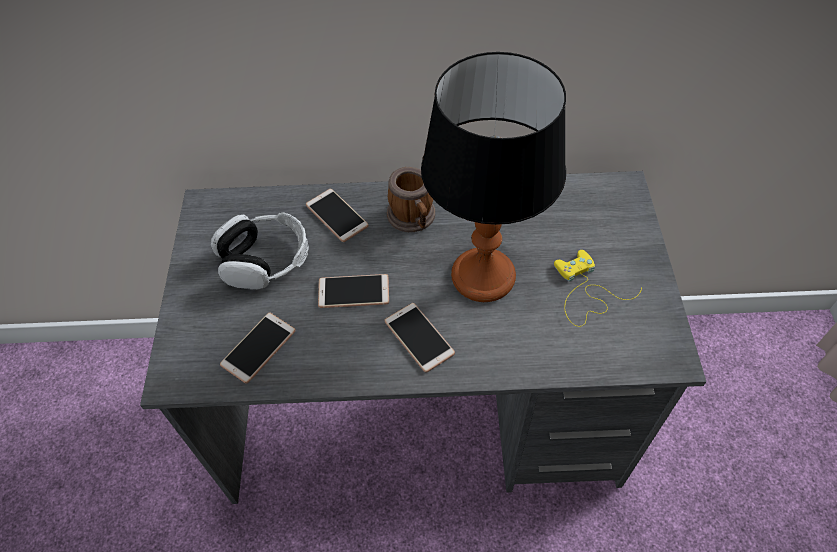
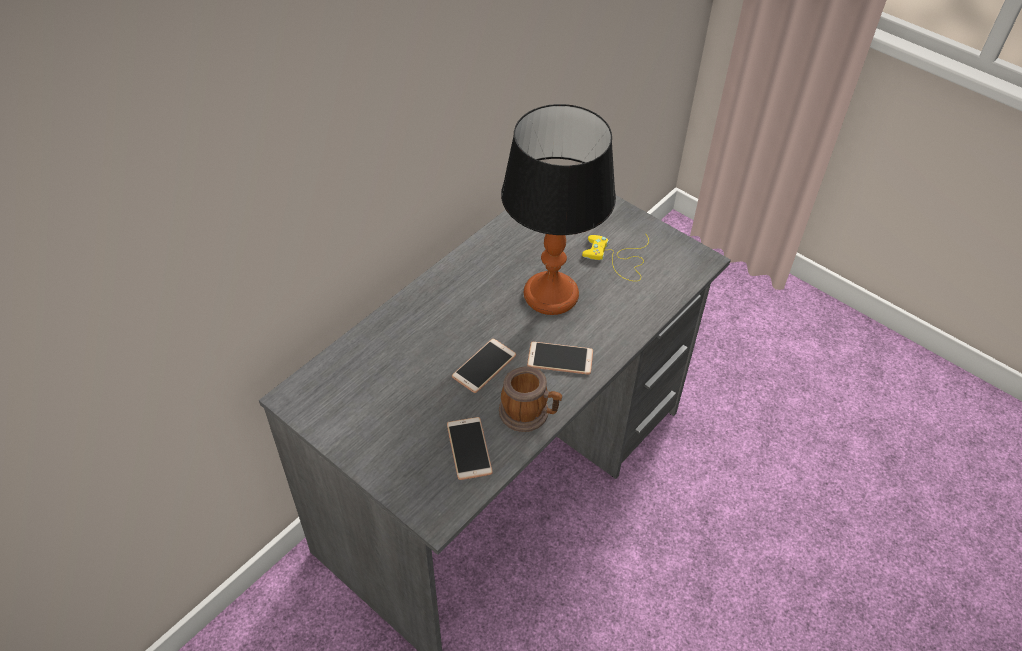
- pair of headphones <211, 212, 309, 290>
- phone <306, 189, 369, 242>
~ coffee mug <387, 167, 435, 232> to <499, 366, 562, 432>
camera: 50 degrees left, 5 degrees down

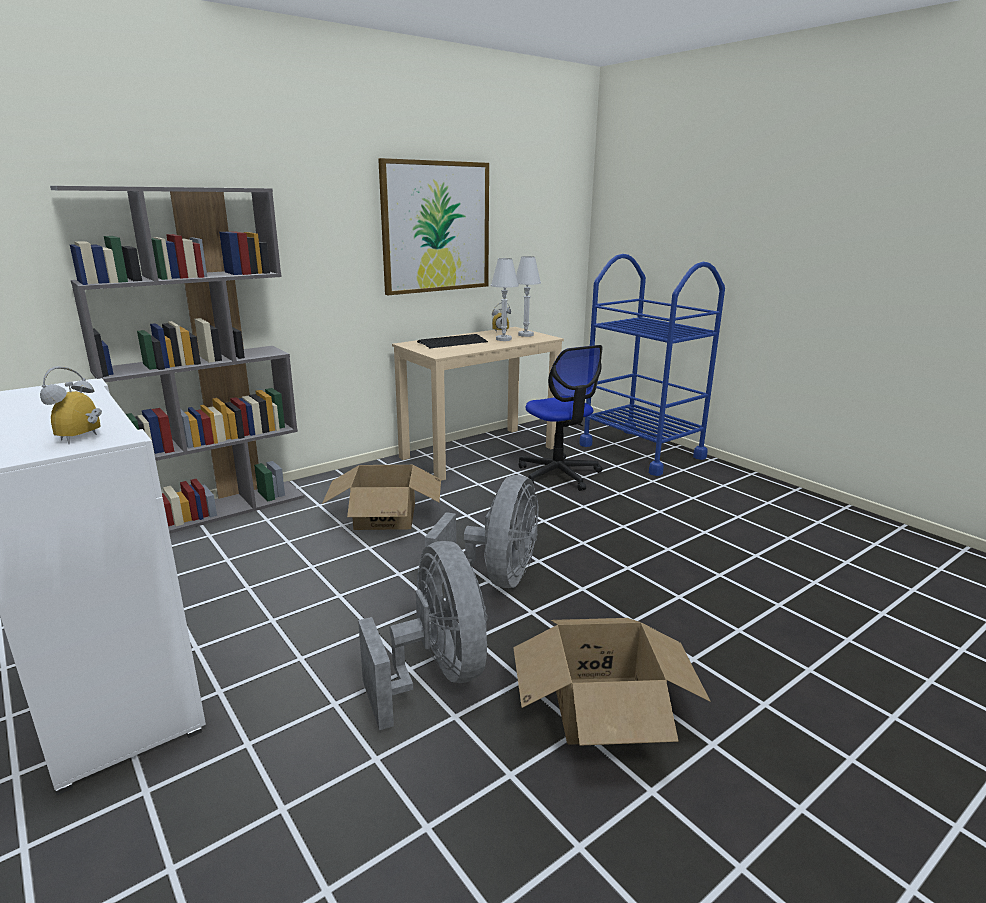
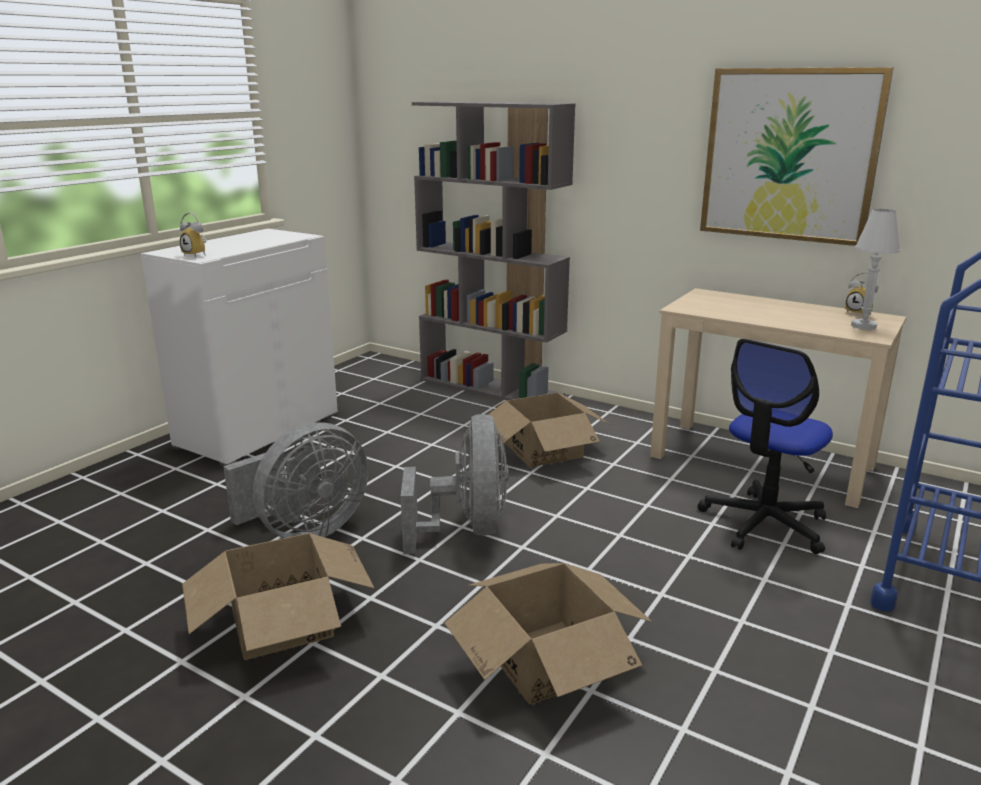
- PC keyboard <417, 334, 488, 348>
- white-coloured tabletop lamp <491, 258, 519, 341>
+ packing box <444, 563, 652, 705>
~ alarm clock <40, 366, 102, 444> = <180, 212, 207, 258> 150 degrees counterclockwise
~ greyish electric fan <425, 475, 538, 588> = <401, 414, 509, 554> 90 degrees counterclockwise
camera: 70 degrees right, 0 degrees up

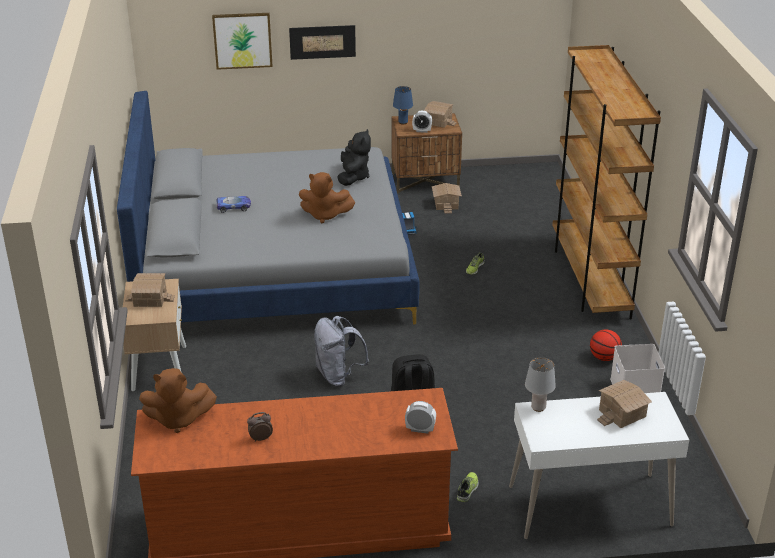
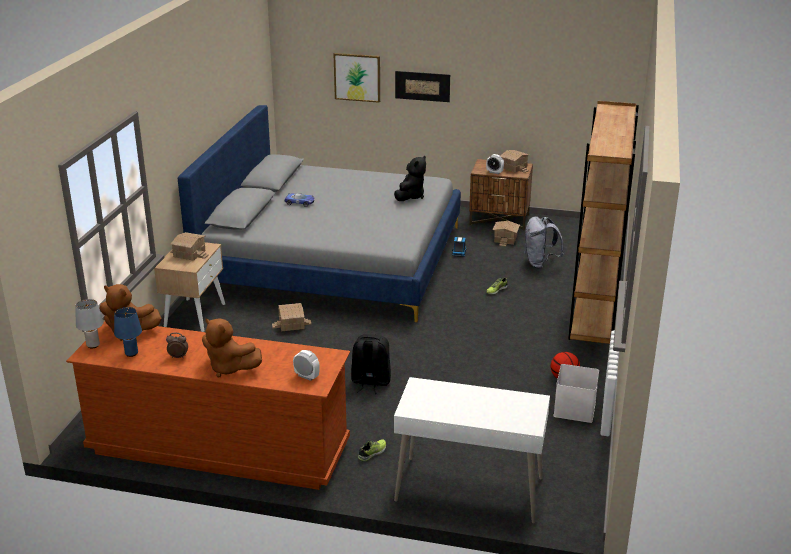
~ brown cuddly toy <298, 172, 355, 223> to <202, 318, 262, 377>
~ greyish knapsack <314, 316, 369, 386> to <524, 216, 564, 269>
~ blue tabletop lamp <393, 86, 413, 124> to <114, 307, 142, 357>
~ greyish tabletop lamp <525, 357, 556, 412> to <75, 299, 103, 349>
~ miniature house <597, 380, 652, 428> to <272, 303, 311, 331>
camera: 20 degrees right, 5 degrees down

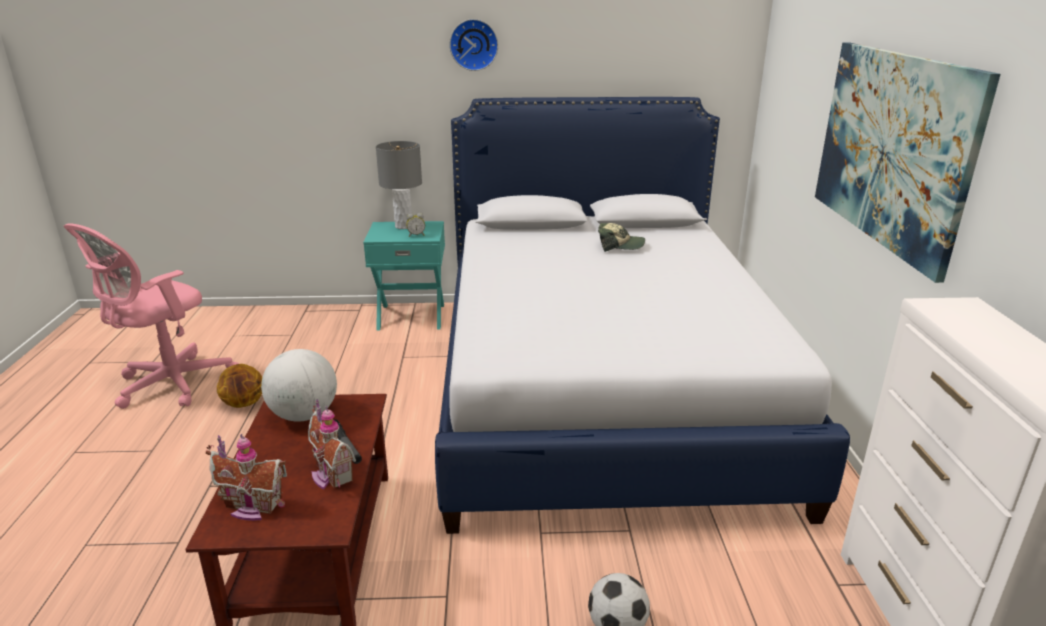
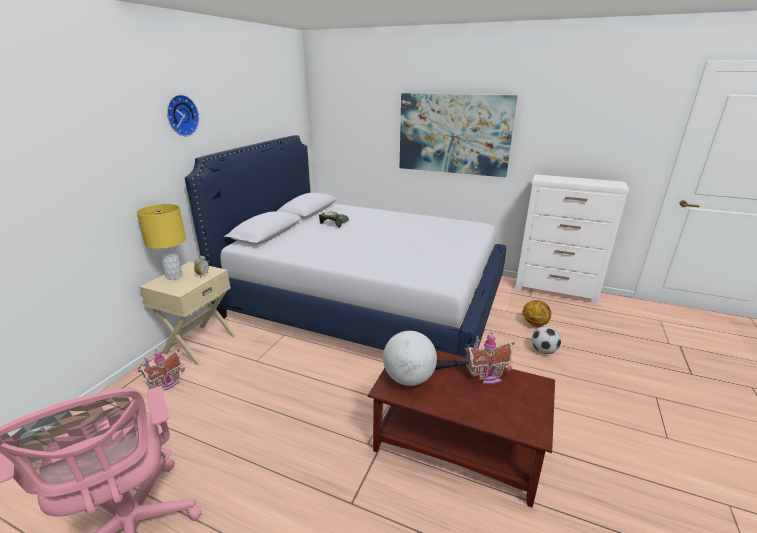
~ miniature house <206, 434, 287, 521> to <138, 349, 185, 391>
~ ball for basketball <217, 364, 262, 408> to <522, 300, 551, 327>
~ turquoise nightstand <363, 221, 445, 331> to sand-coloured nightstand <139, 262, 236, 366>
~ greyish tabletop lamp <376, 141, 422, 229> to yellow tabletop lamp <136, 204, 186, 280>
camera: 65 degrees left, 0 degrees up

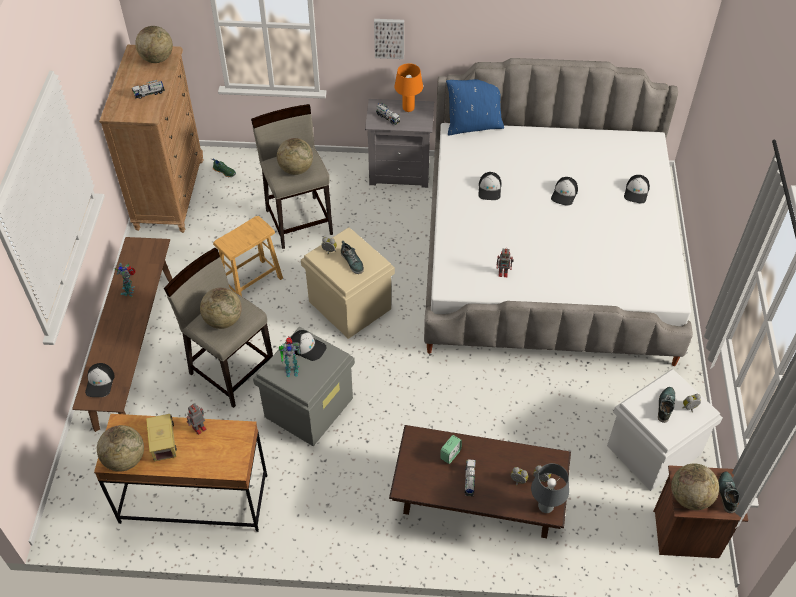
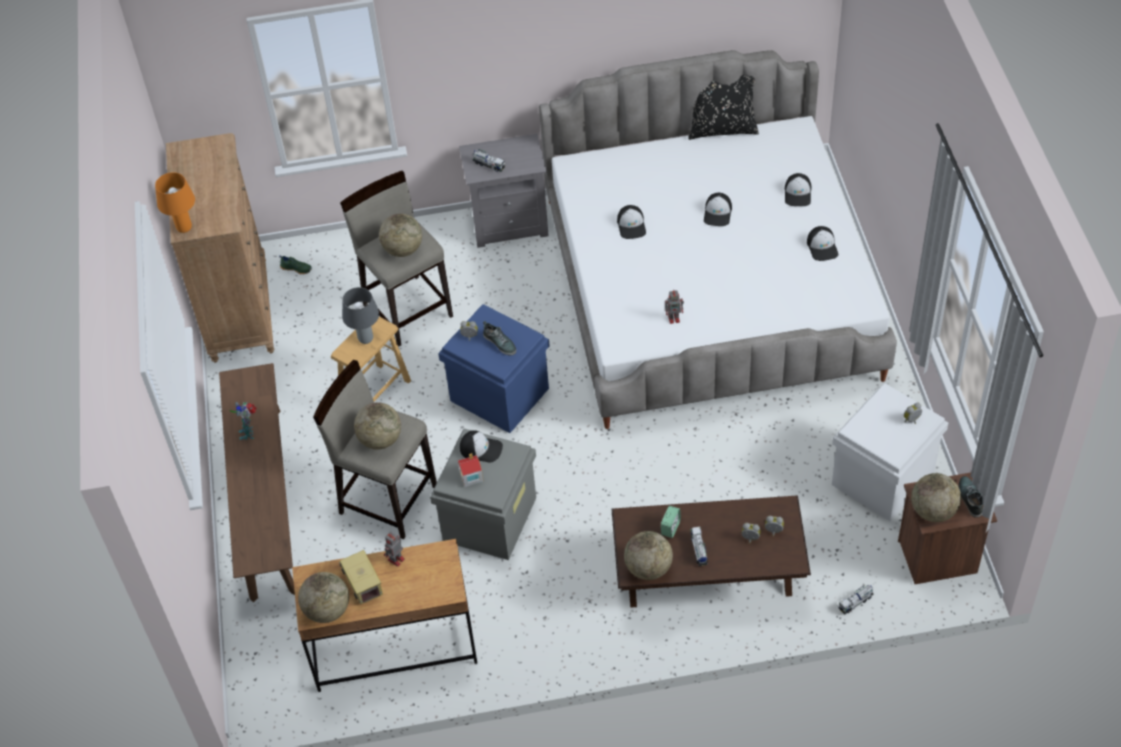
- wall picture <374, 19, 404, 59>
- blue pillow <446, 79, 504, 136>
- shoe <658, 387, 675, 423>
+ black-coloured pillow <688, 75, 759, 140>
~ baseball cap <85, 363, 115, 397> to <807, 226, 839, 261>
~ toy lorry <132, 80, 165, 99> to <839, 585, 874, 615>
~ globe <135, 26, 173, 63> to <624, 531, 673, 580>
~ orangey tabletop lamp <394, 63, 423, 112> to <155, 172, 195, 233>
~ greyish tabletop lamp <531, 463, 569, 513> to <342, 287, 379, 344>
~ model robot <279, 336, 300, 377> to miniature house <458, 453, 484, 487>
~ sand-coloured storage bin <301, 227, 395, 339> to blue storage bin <438, 304, 550, 433>
camera: 10 degrees left, 0 degrees up

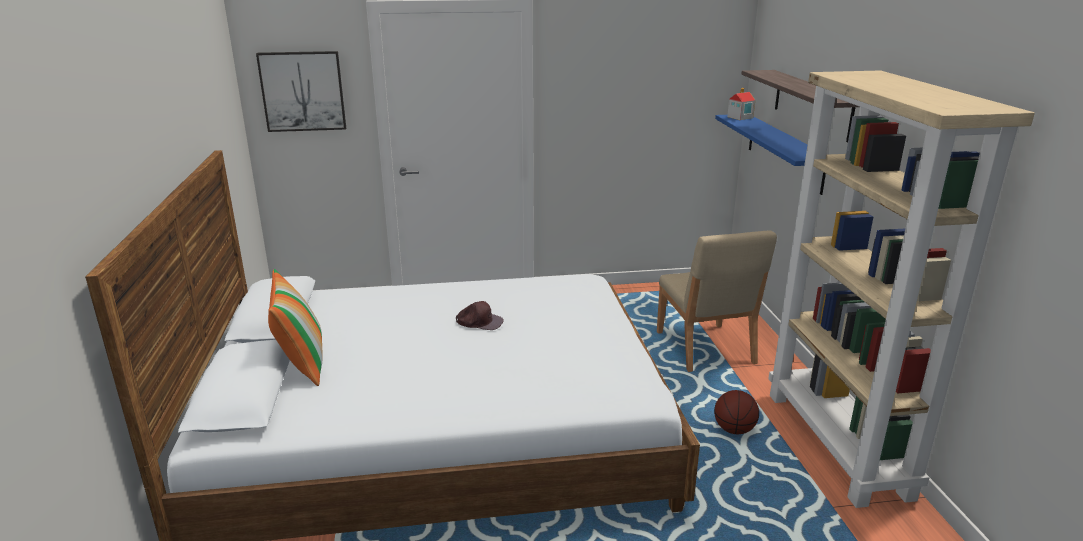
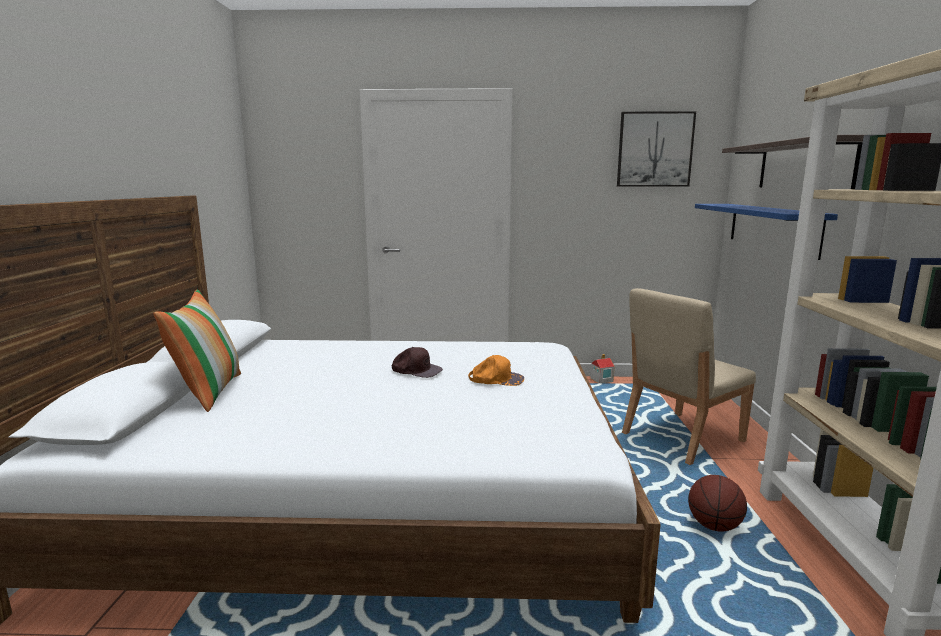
+ orangey baseball cap <468, 355, 524, 386>
~ wall picture <256, 51, 346, 132> to <617, 111, 696, 187>
~ miniature house <727, 88, 755, 120> to <590, 354, 615, 383>
~ sand-coloured upright chair <657, 230, 777, 372> = <622, 288, 756, 465> 60 degrees clockwise
camera: 10 degrees right, 10 degrees down

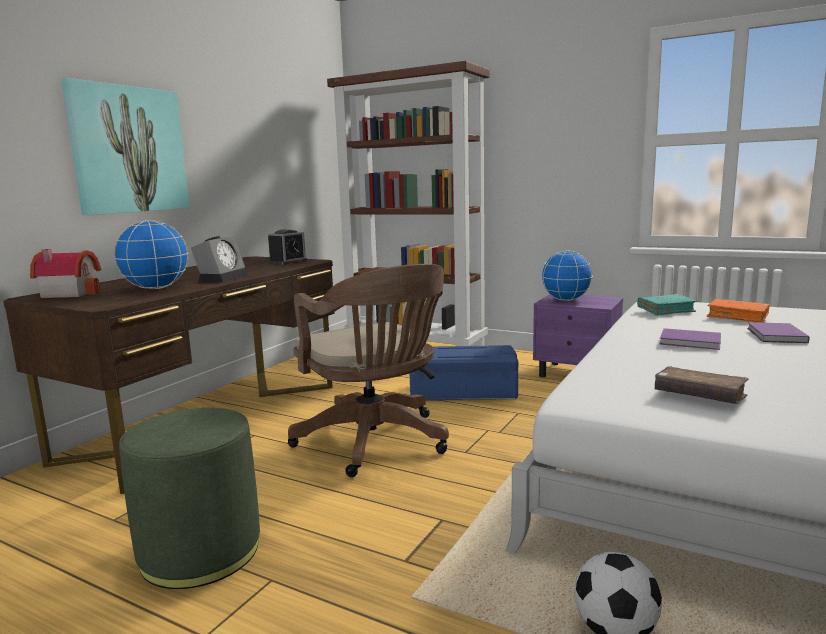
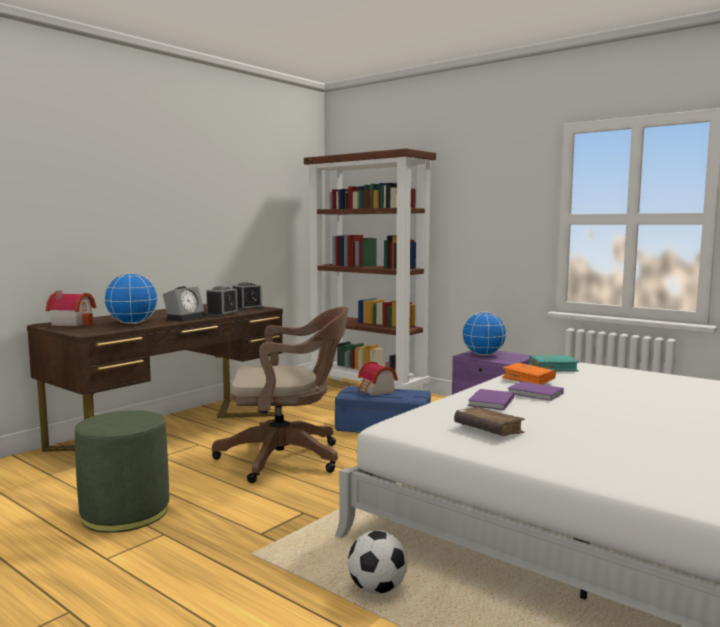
- wall picture <61, 78, 190, 215>
+ alarm clock <206, 286, 238, 317>
+ miniature house <358, 361, 398, 396>
~ orangey volume <707, 299, 770, 323> to <502, 363, 556, 385>
~ purple-coloured volume <747, 322, 810, 343> to <468, 389, 514, 410>
~ brown desk chair <288, 264, 449, 477> = <212, 307, 348, 483> 75 degrees counterclockwise
camera: 10 degrees right, 5 degrees down

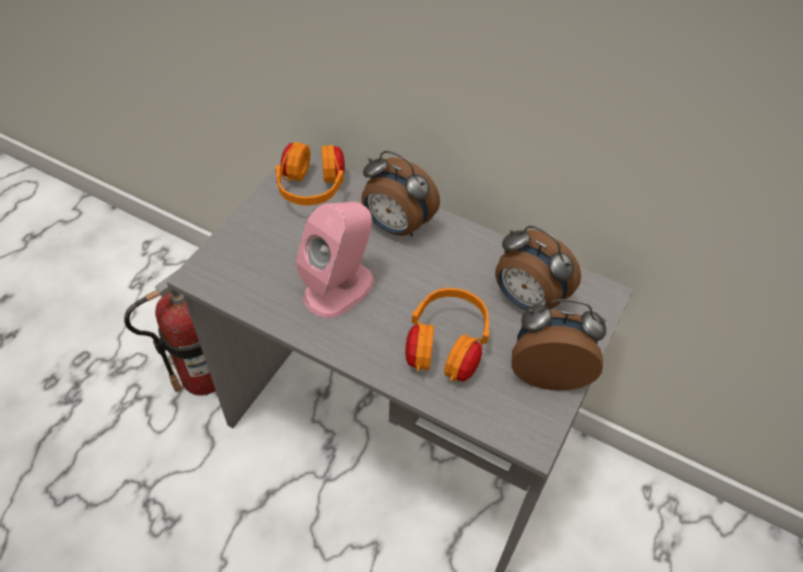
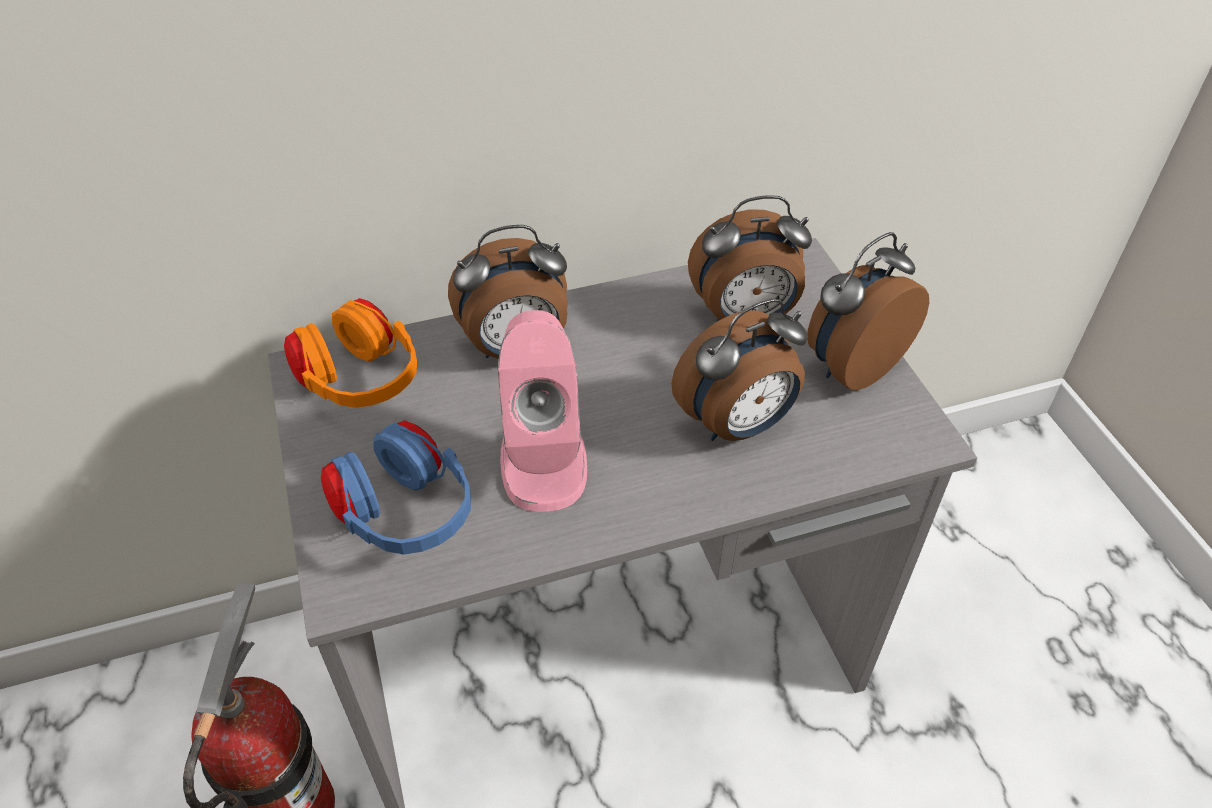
+ blue pair of headphones <321, 420, 471, 555>
~ orangey pair of headphones <405, 288, 490, 381> to alarm clock <671, 298, 808, 441>
camera: 45 degrees left, 5 degrees down

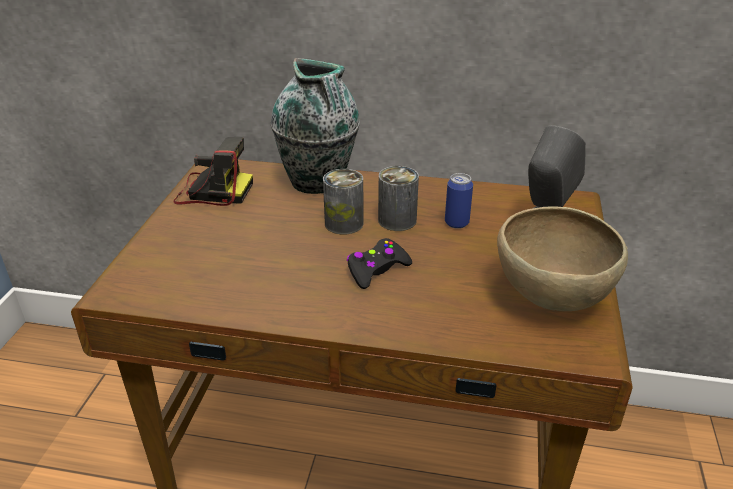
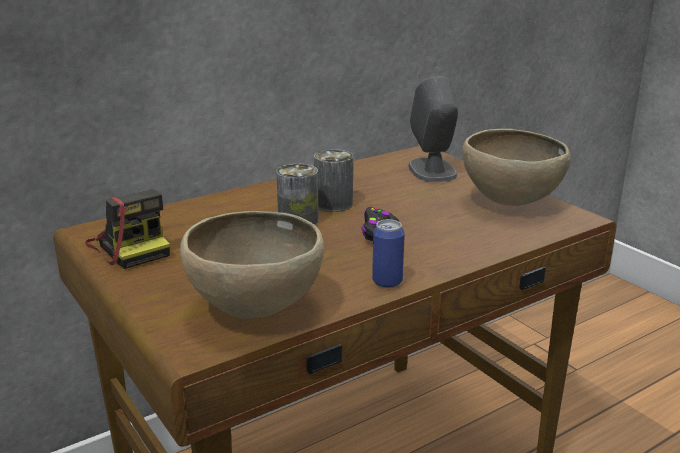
- flower vase <271, 58, 360, 194>
+ brown serving bowl <180, 211, 324, 319>
~ metal can <445, 173, 473, 229> to <372, 219, 405, 288>
~ still camera <174, 137, 253, 206> = <85, 190, 170, 269> 90 degrees clockwise
camera: 45 degrees left, 10 degrees down

